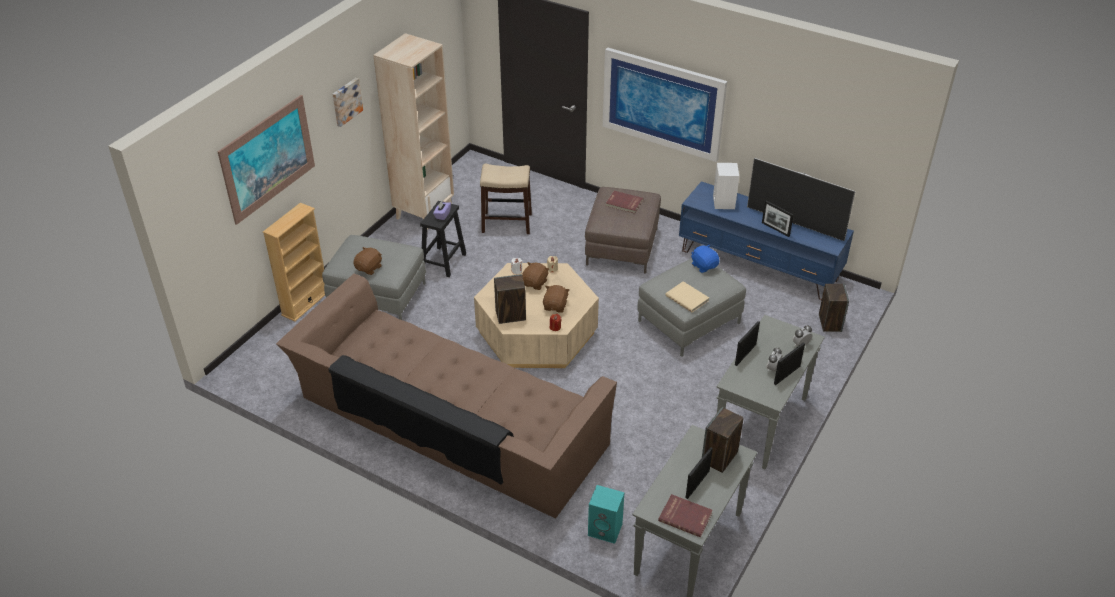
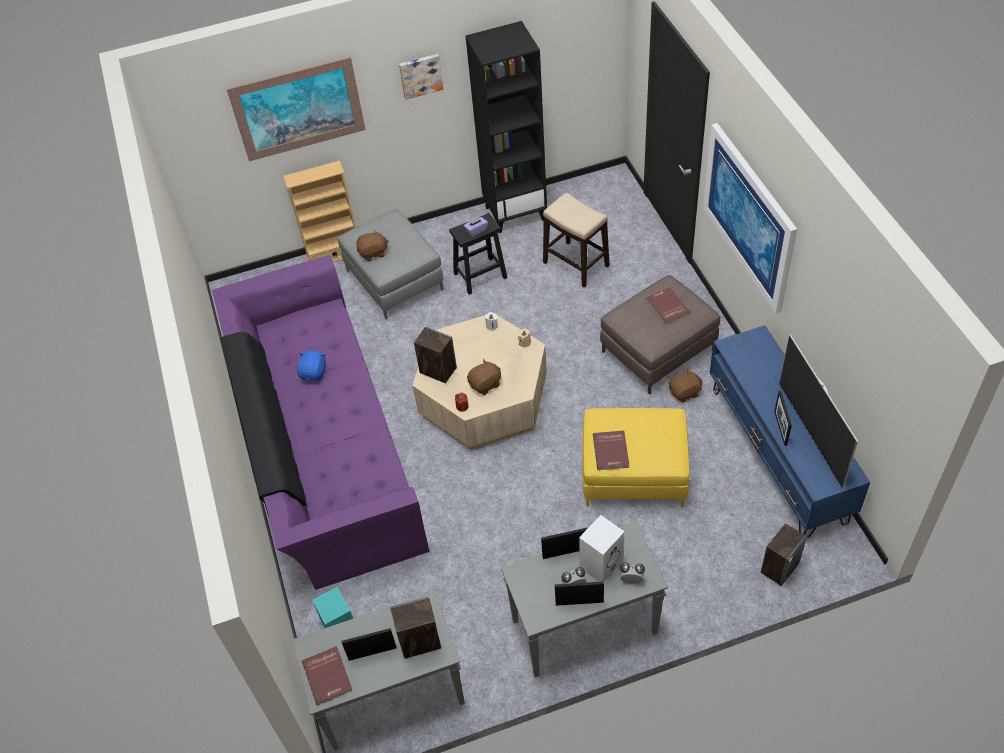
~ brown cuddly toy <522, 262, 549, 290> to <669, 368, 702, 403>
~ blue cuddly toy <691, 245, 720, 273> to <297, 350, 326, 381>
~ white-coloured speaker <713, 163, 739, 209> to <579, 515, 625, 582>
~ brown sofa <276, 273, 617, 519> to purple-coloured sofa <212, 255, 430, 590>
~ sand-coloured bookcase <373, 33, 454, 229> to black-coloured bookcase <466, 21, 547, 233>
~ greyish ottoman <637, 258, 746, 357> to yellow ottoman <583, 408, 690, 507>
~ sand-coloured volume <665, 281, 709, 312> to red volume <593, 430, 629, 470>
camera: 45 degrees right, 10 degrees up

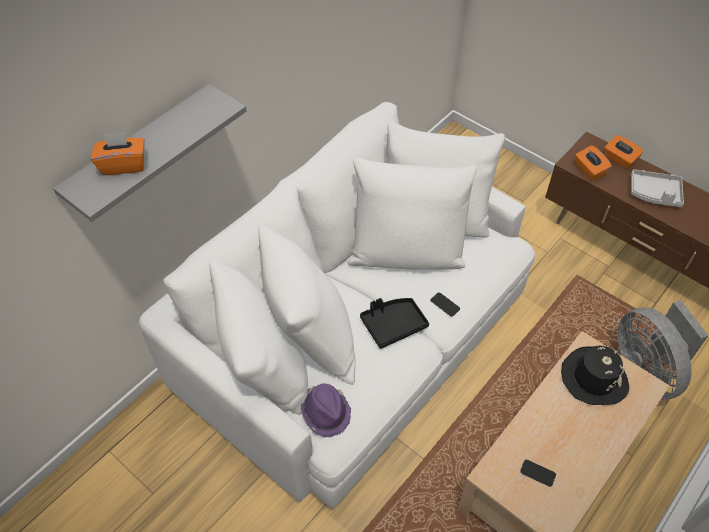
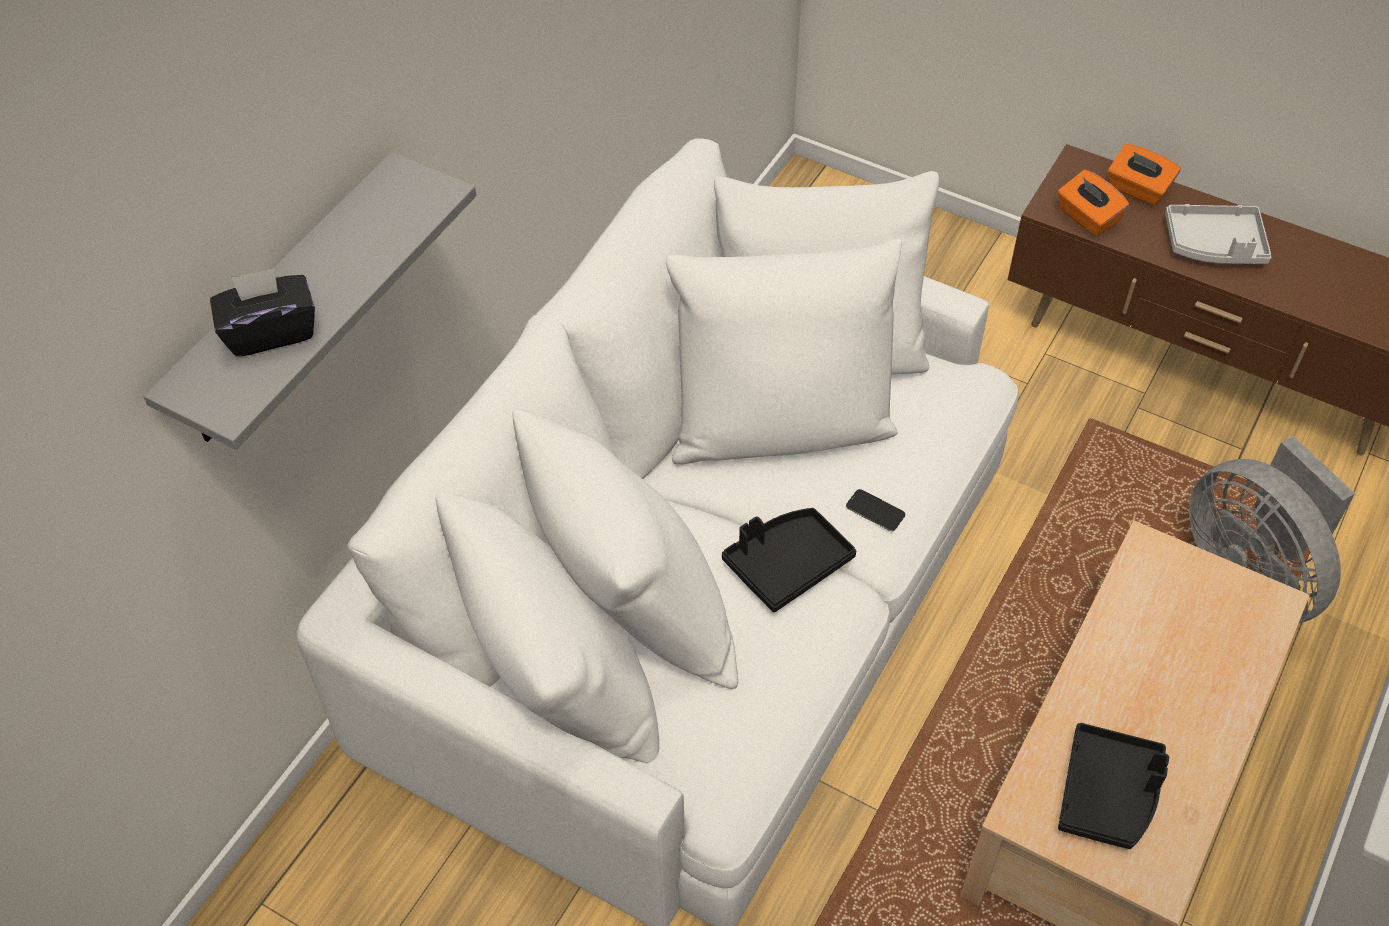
- purple-coloured wearable hat <301, 383, 351, 437>
- black-coloured wearable hat <561, 346, 629, 405>
~ phone <520, 460, 556, 487> to black-coloured serving tray <1058, 723, 1169, 849>
~ orangey box of tissues <91, 132, 145, 175> to black-coloured box of tissues <210, 268, 315, 357>
camera: 10 degrees left, 0 degrees up

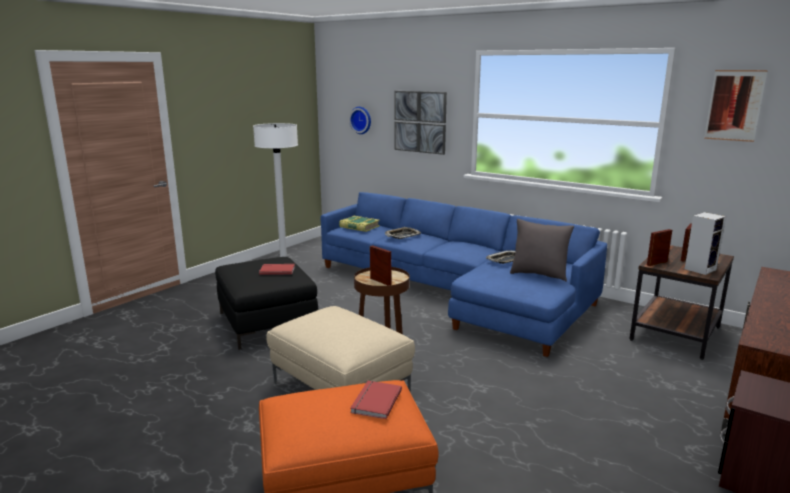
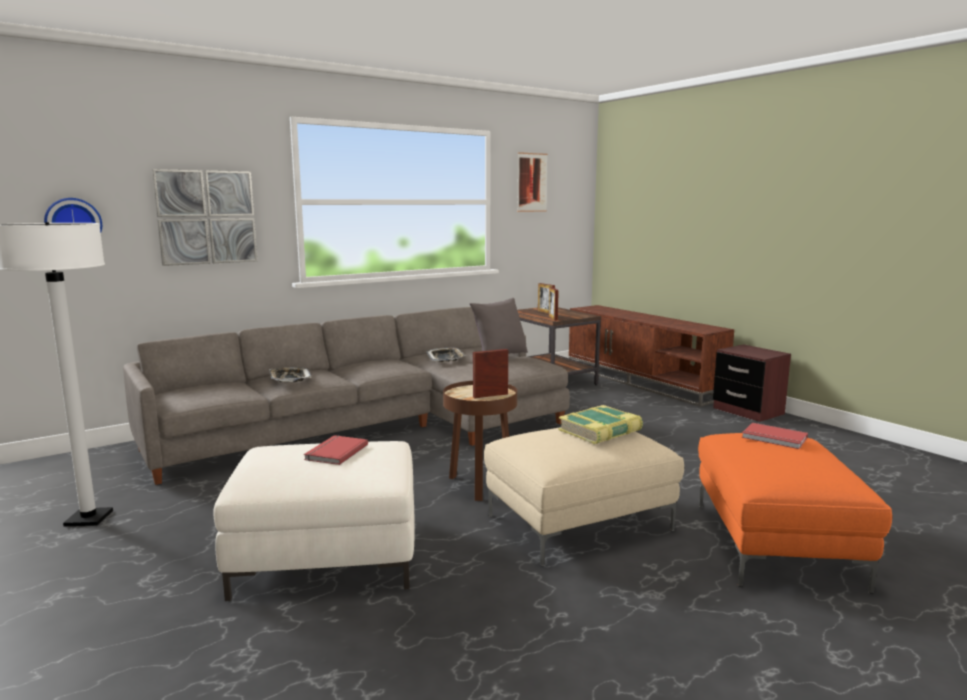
- speaker <685, 212, 726, 275>
~ volume <339, 216, 380, 232> to <558, 405, 643, 444>
~ black-coloured ottoman <215, 257, 318, 350> to white-coloured ottoman <213, 441, 415, 601>
~ blue sofa <320, 192, 607, 357> to greyish sofa <123, 307, 570, 485>
camera: 70 degrees left, 5 degrees down

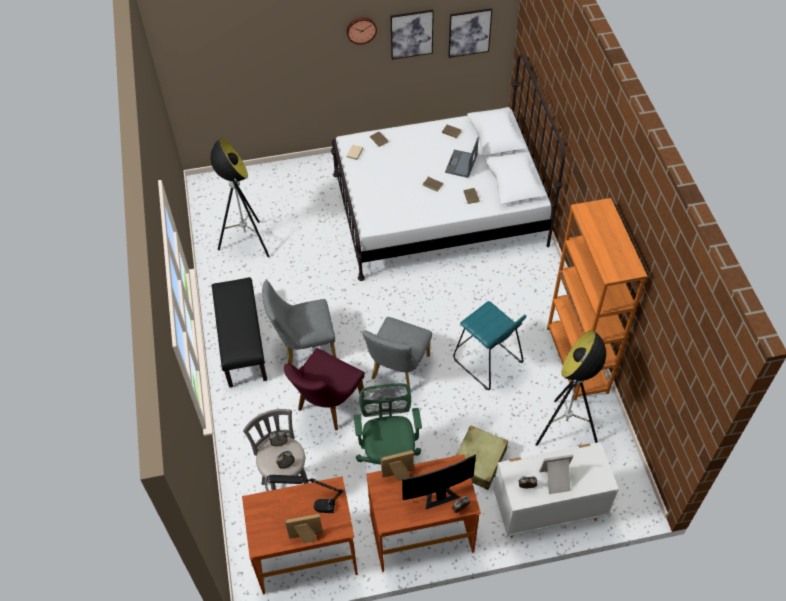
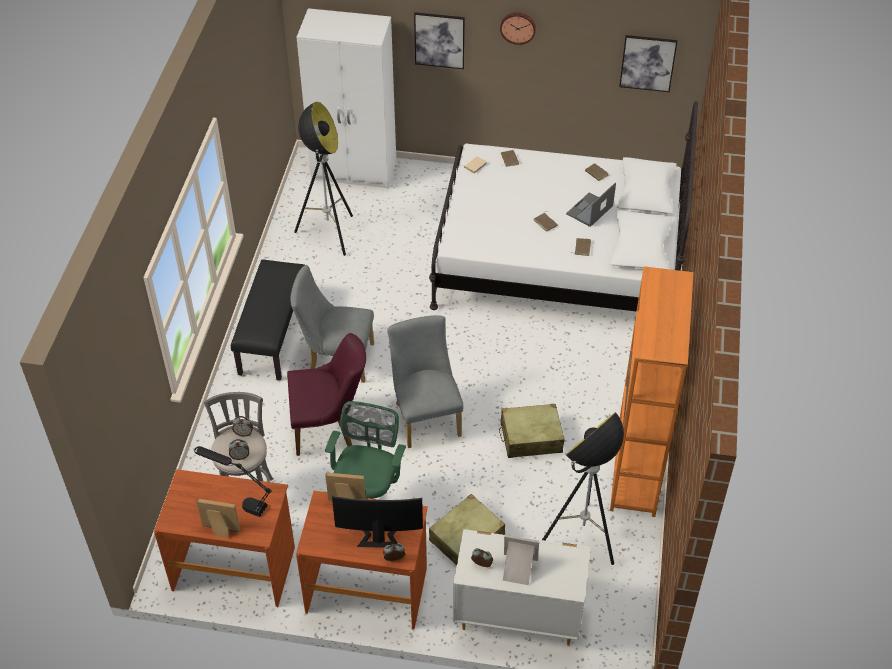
+ white-coloured armoire <297, 8, 396, 189>
~ wall picture <391, 10, 434, 60> to <414, 12, 465, 69>
~ turquoise stool <453, 301, 527, 390> to sand-coloured travel case <499, 404, 565, 458>
~ purple-coloured upright chair <284, 348, 365, 430> = <287, 333, 366, 456> 150 degrees counterclockwise
~ greyish upright chair <362, 317, 432, 392> = <387, 315, 464, 448> 120 degrees clockwise
camera: 20 degrees right, 5 degrees down

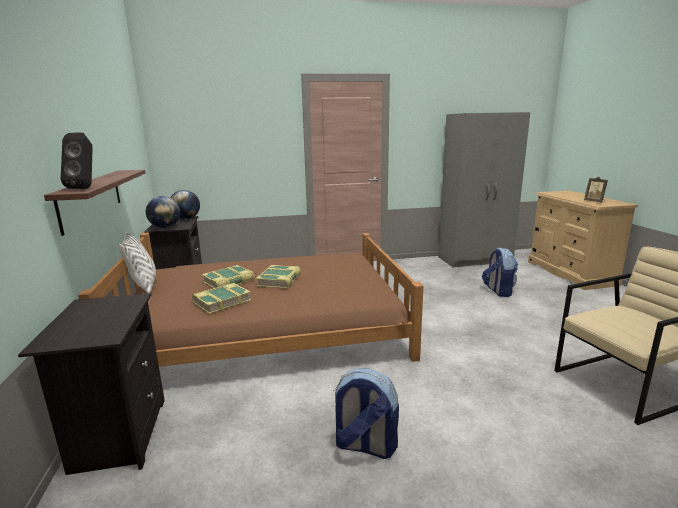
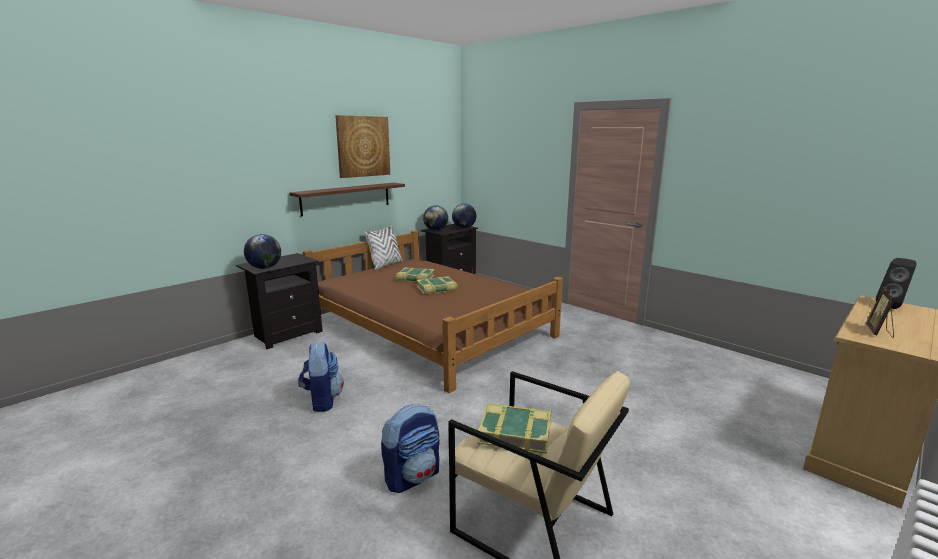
- greyish armoire <438, 112, 530, 268>
+ globe <244, 234, 281, 269>
+ wall picture <335, 115, 390, 178>
~ black-coloured speaker <61, 133, 93, 189> to <876, 258, 917, 309>
~ volume <192, 283, 251, 314> to <478, 403, 551, 454>
~ knapsack <482, 247, 518, 297> to <381, 404, 439, 493>
camera: 55 degrees right, 0 degrees up

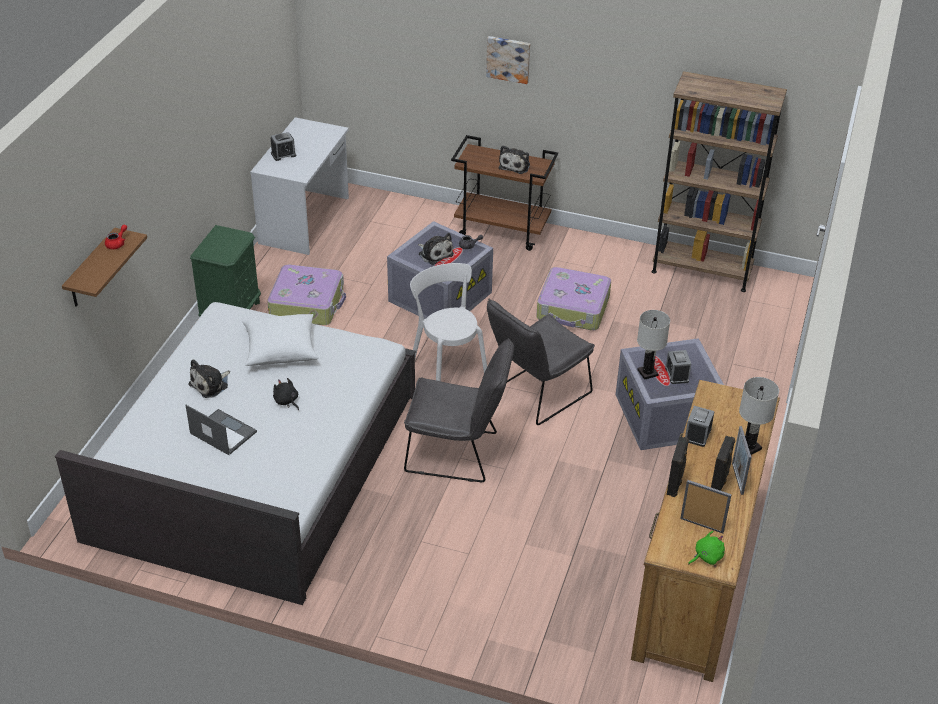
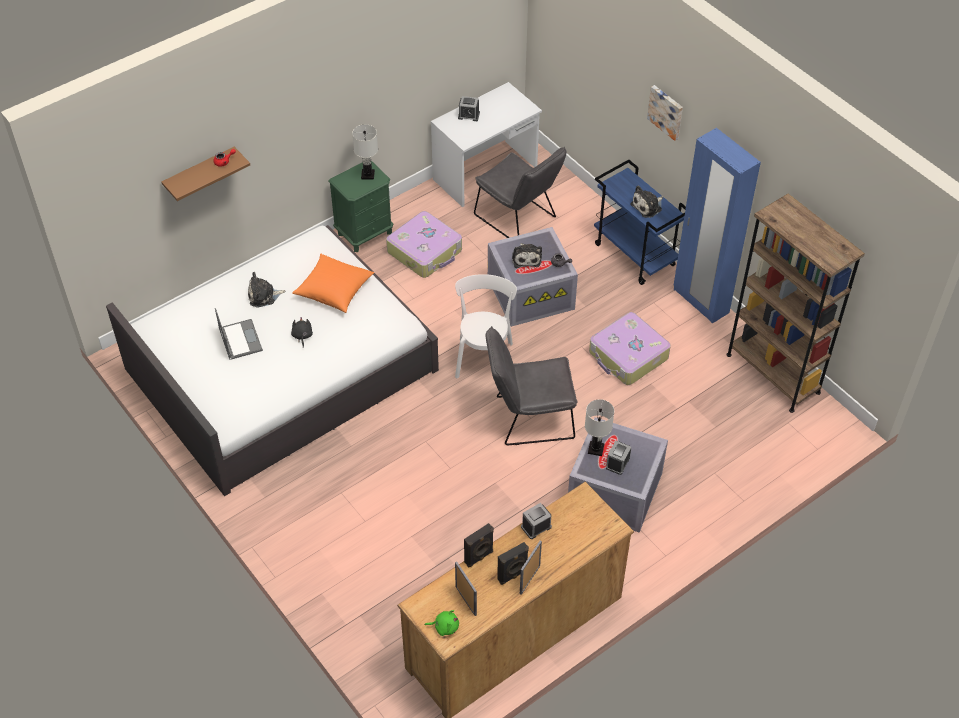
+ blue armoire <673, 128, 761, 324>
~ greyish upright chair <404, 338, 514, 482> to <474, 146, 567, 238>
~ white-coloured tabletop lamp <739, 377, 779, 455> to <352, 125, 378, 180>
~ white-coloured pillow <242, 314, 319, 366> to orangey pillow <292, 254, 374, 313>
~ brown wheeled cart <451, 135, 558, 251> to blue wheeled cart <594, 160, 686, 285>
camera: 35 degrees right, 10 degrees up

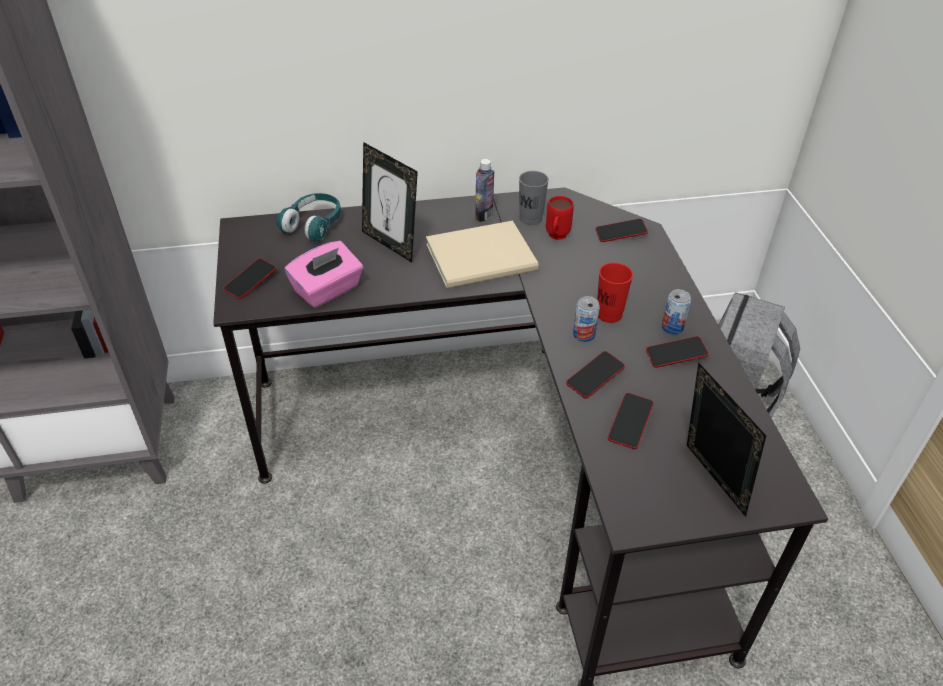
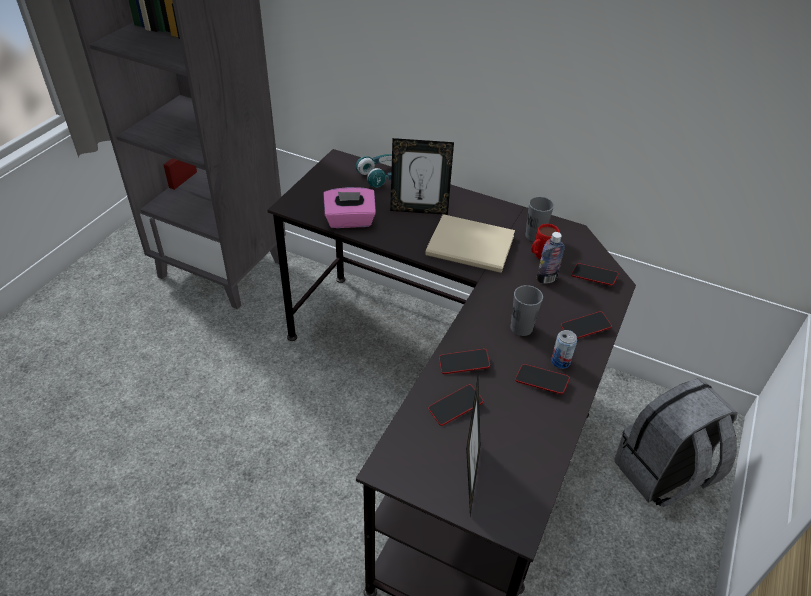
- metal can <573, 296, 600, 342>
~ phone <223, 258, 276, 299> to <561, 312, 612, 339>
~ bottle <475, 159, 494, 222> to <537, 232, 565, 284>
~ red drinking cup <597, 263, 633, 323> to greyish drinking cup <510, 285, 543, 336>
~ standing frame <362, 142, 418, 262> = <390, 138, 454, 215> 75 degrees counterclockwise
camera: 35 degrees right, 0 degrees up

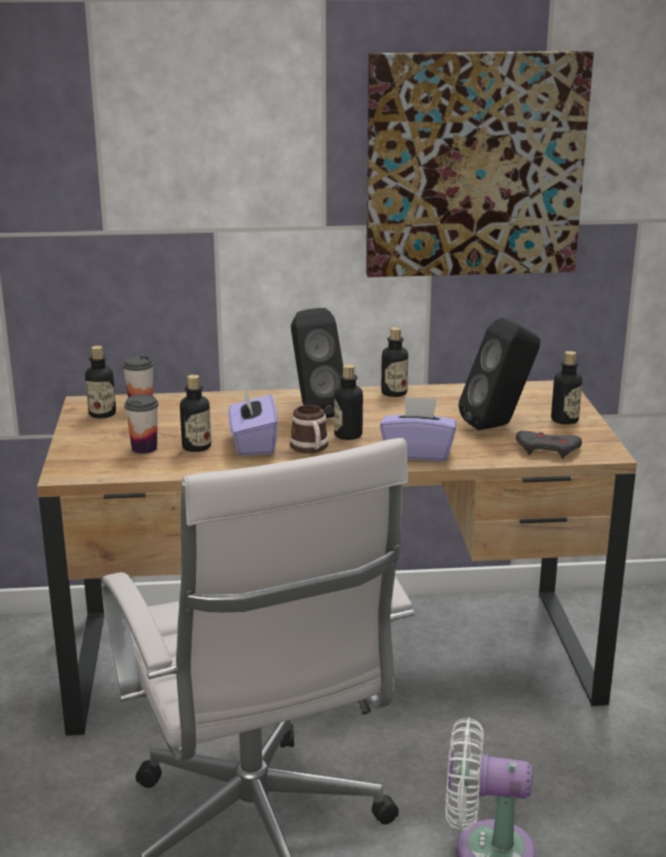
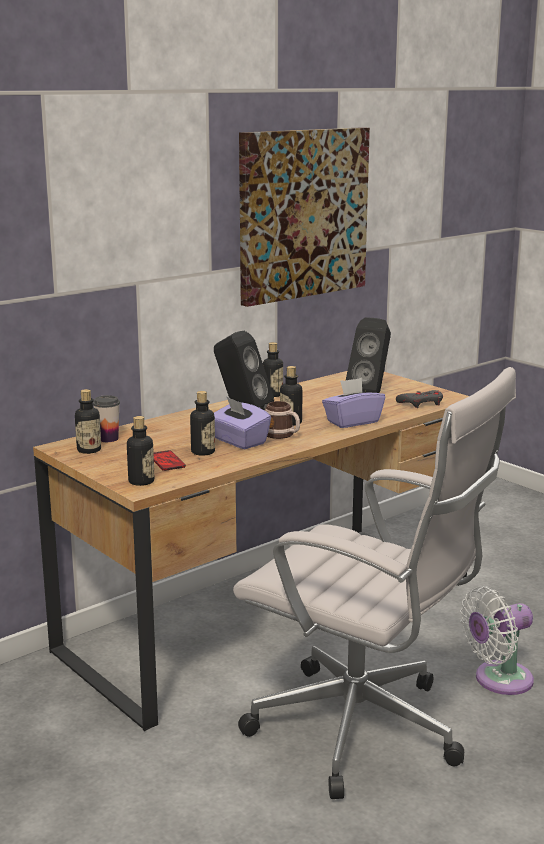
~ bottle <551, 351, 582, 425> to <127, 416, 154, 486>
~ drinking cup <124, 394, 159, 454> to phone <154, 450, 186, 471>
camera: 35 degrees left, 5 degrees down

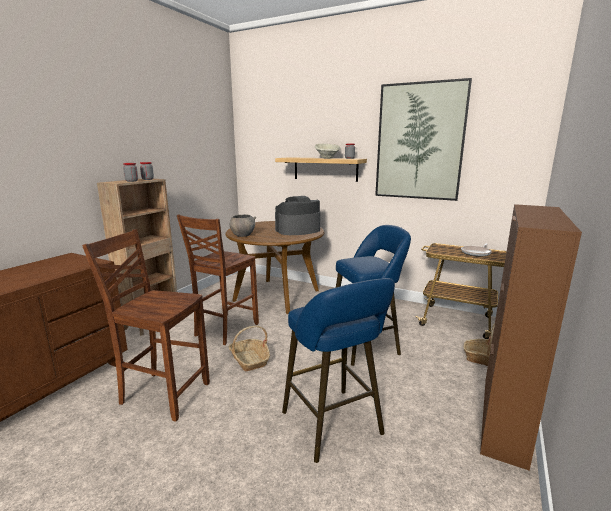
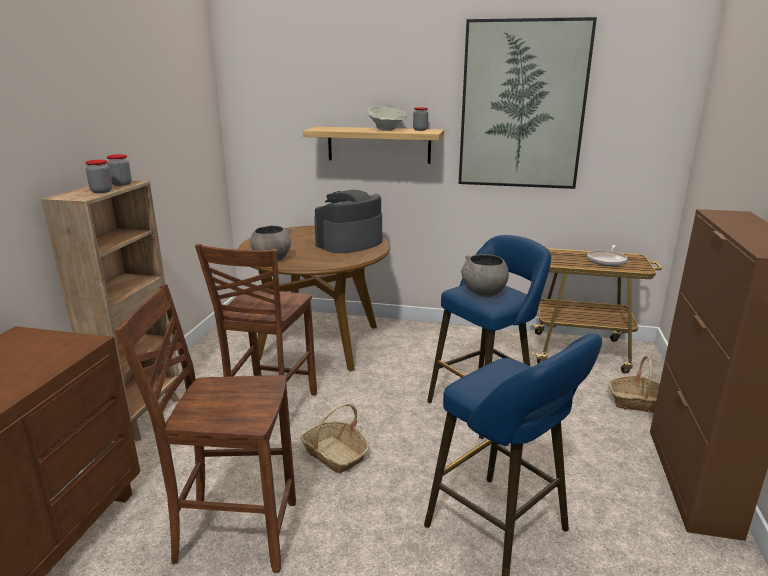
+ greyish serving bowl <461, 254, 509, 297>
camera: 15 degrees left, 5 degrees up

